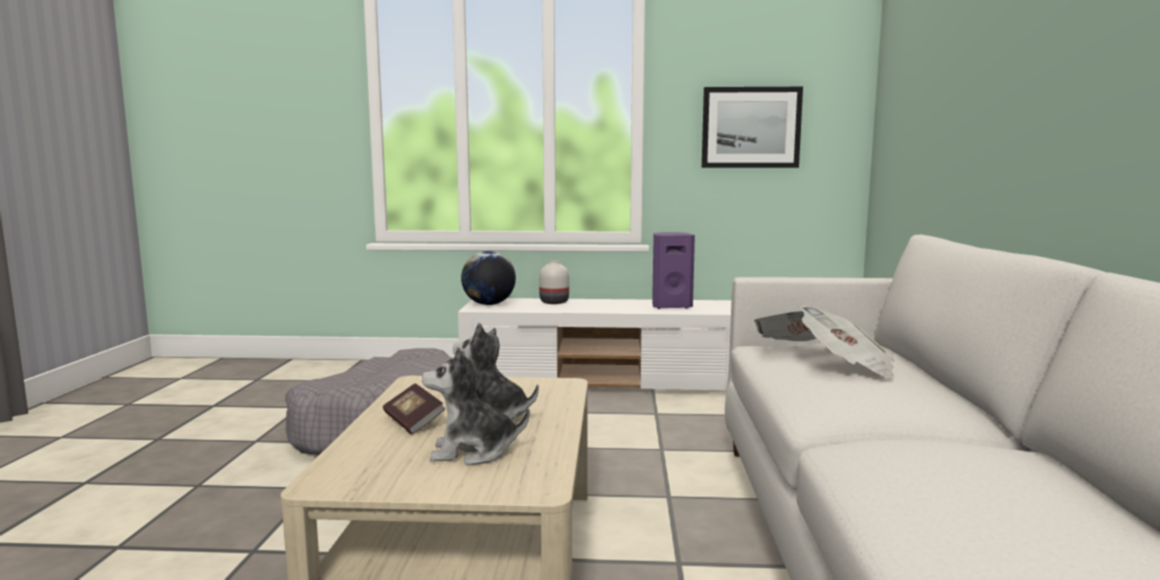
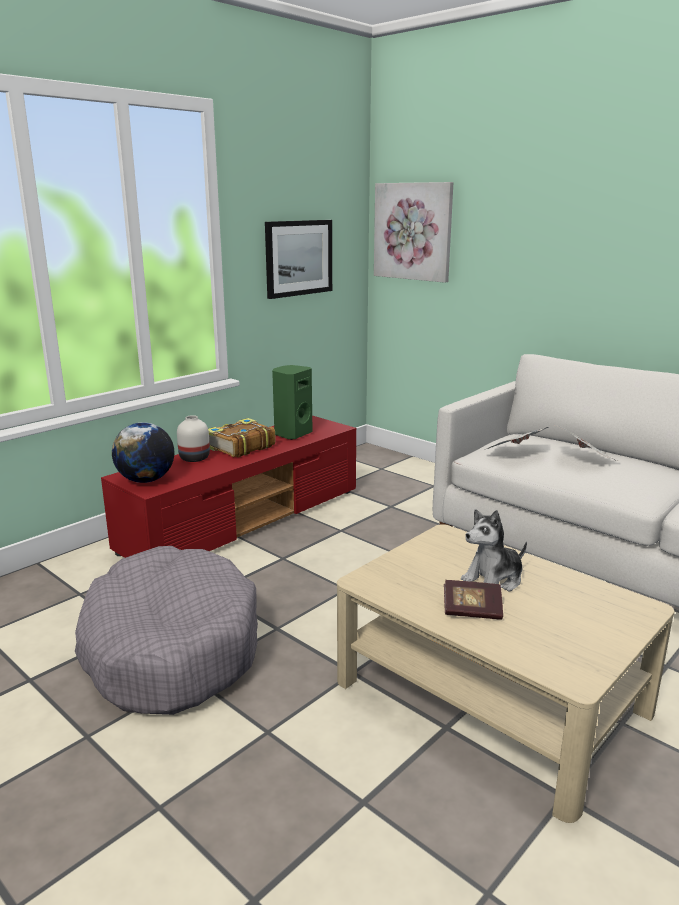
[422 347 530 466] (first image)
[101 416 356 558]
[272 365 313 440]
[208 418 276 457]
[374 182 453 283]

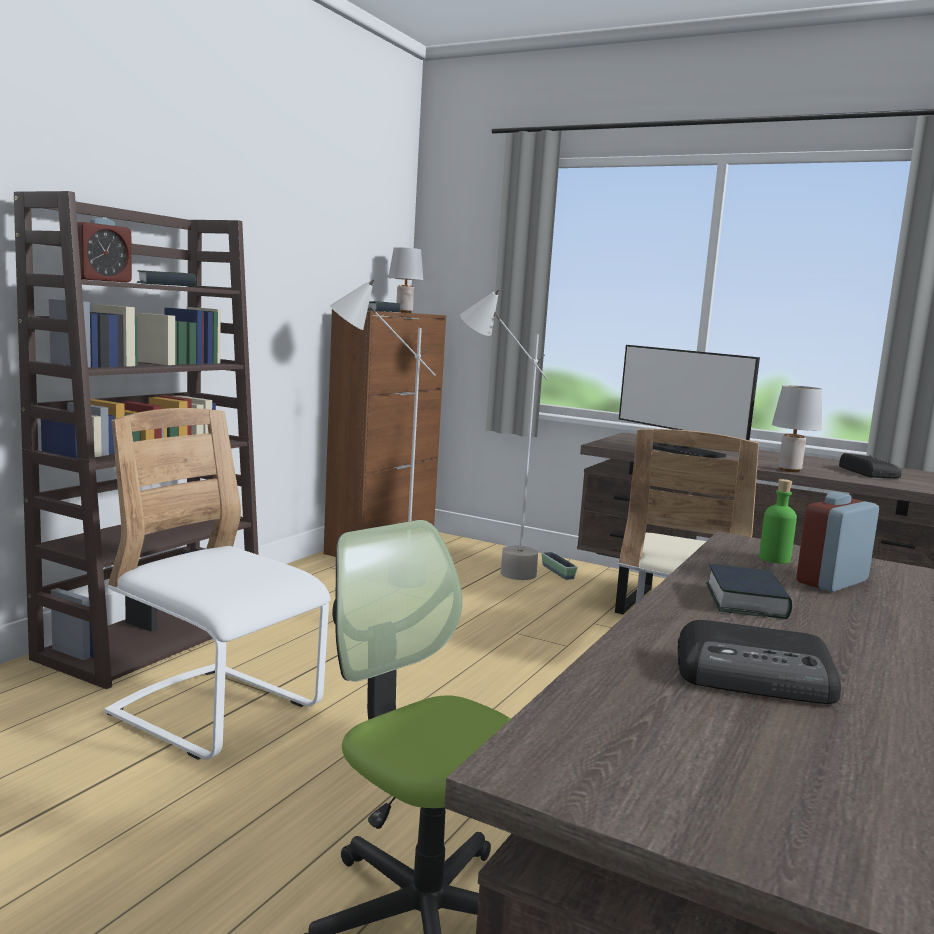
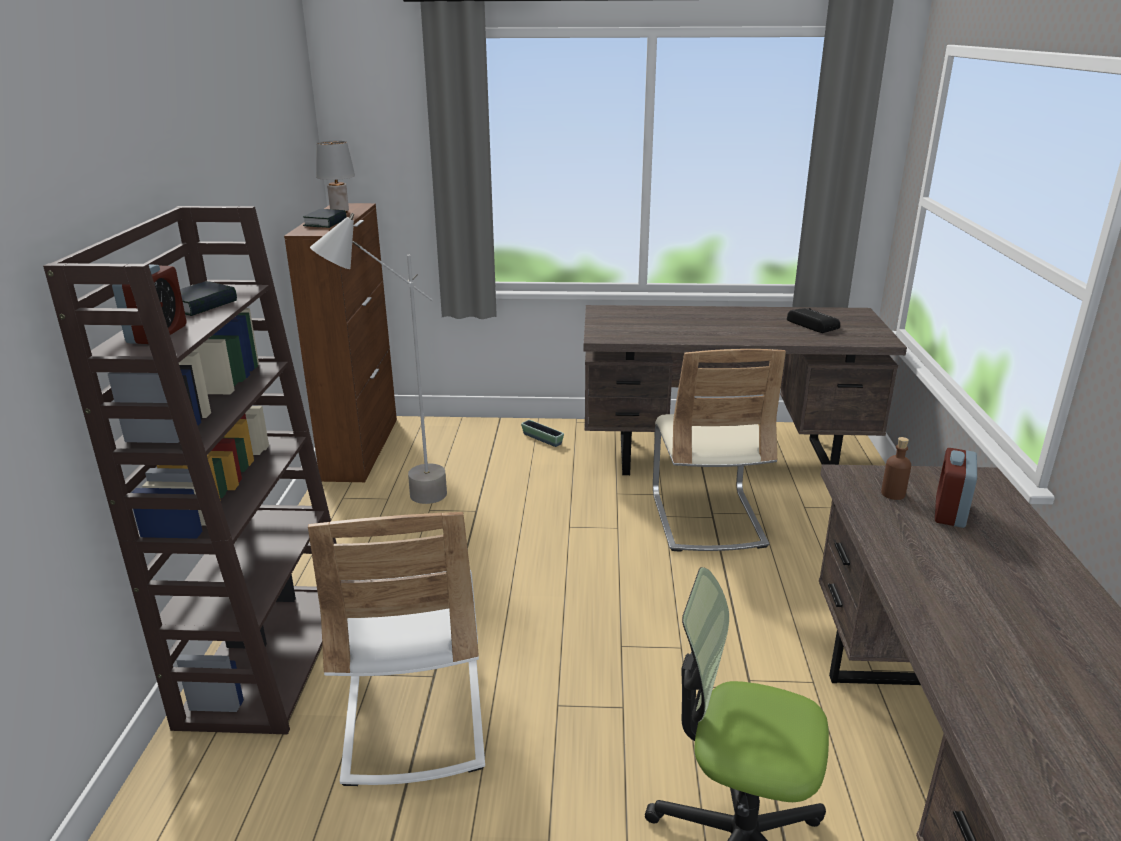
[308 512 485 786]
[460 289 548 580] (first image)
[619 345 760 458] (first image)
[677 620 841 704] (first image)
[706 564 792 619] (first image)
[881 437 911 500]
[772 385 822 472] (first image)

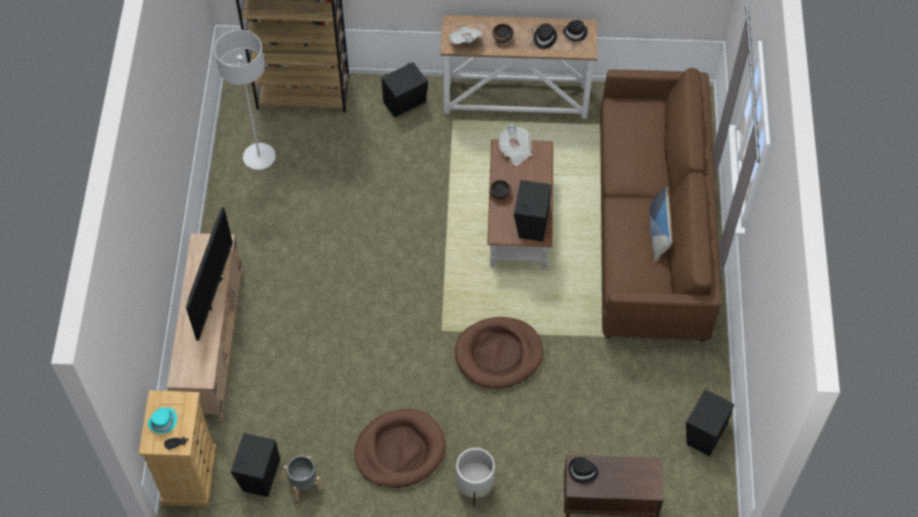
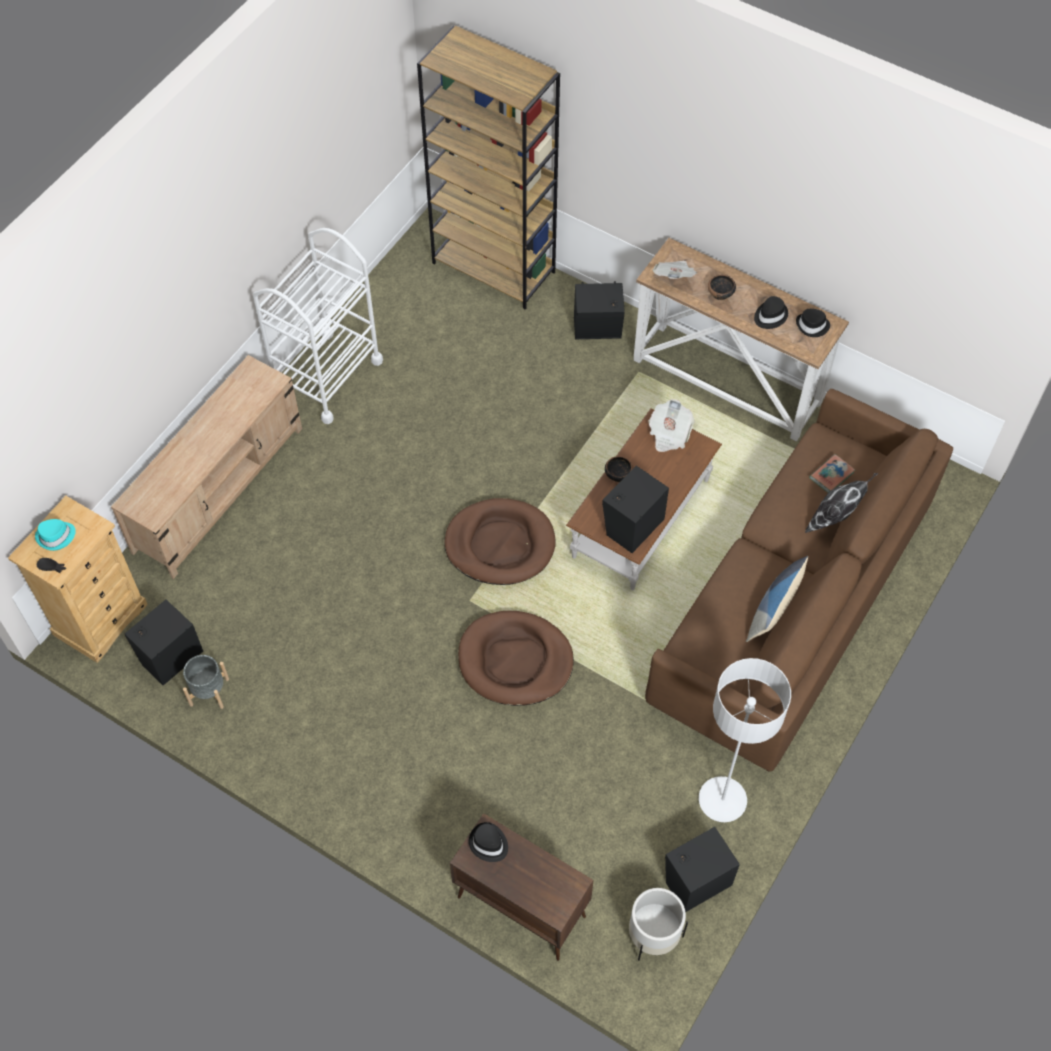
[186 207 233 341] (first image)
[699 658 791 822]
[444 498 555 585]
[629 888 688 960]
[253 228 383 424]
[805 473 878 533]
[809 454 855 493]

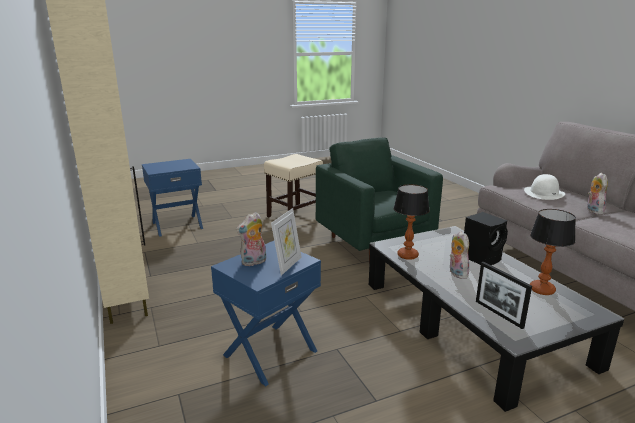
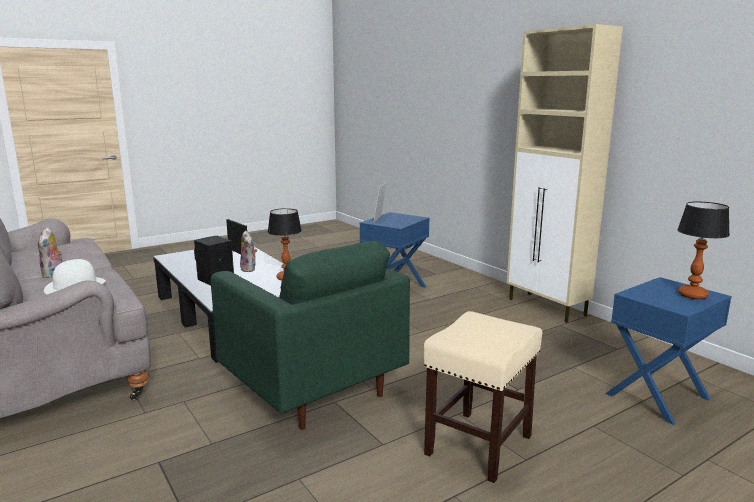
[236 212 266 266] (first image)
[677 202 730 299]

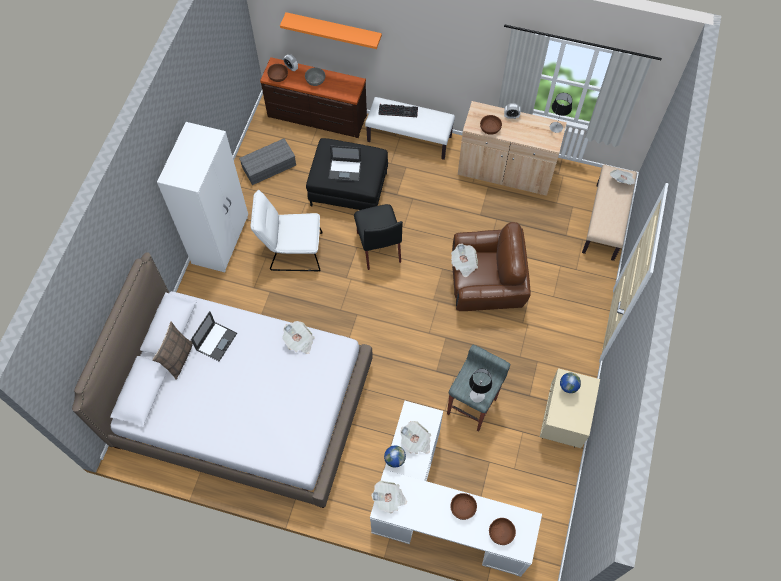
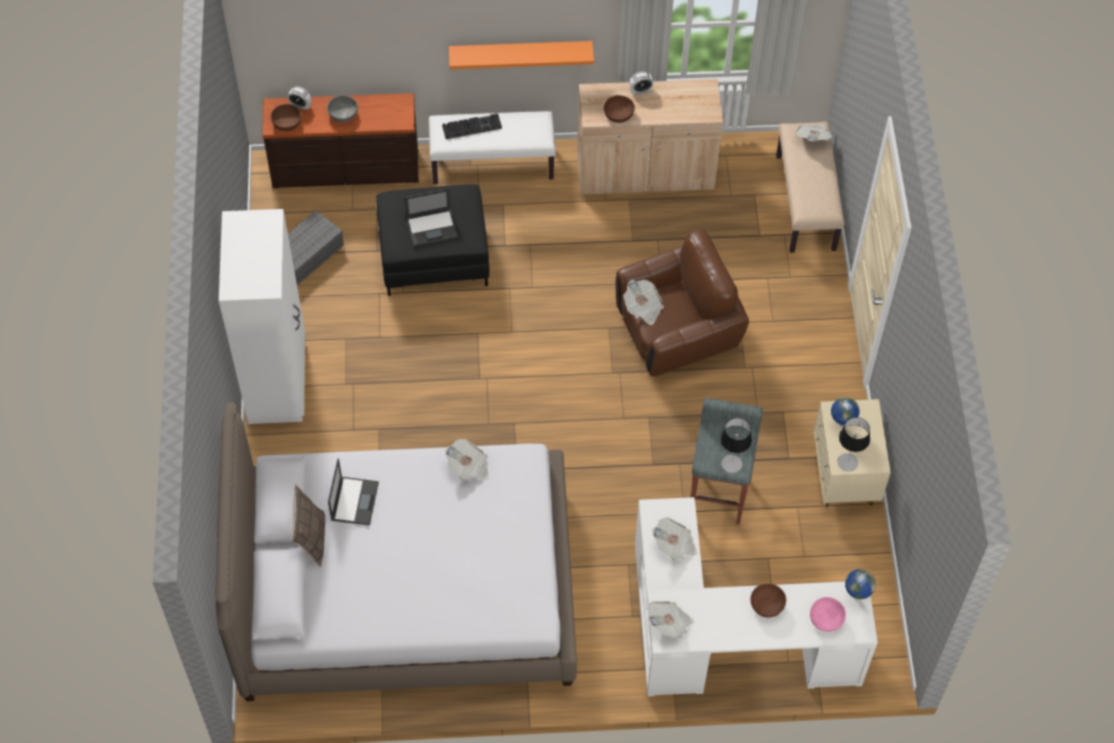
[251 190 323 271] (first image)
[449 41 594 69]
[354 204 403 270] (first image)
[845 569 876 599]
[810 597 846 632]
[837 417 870 472]

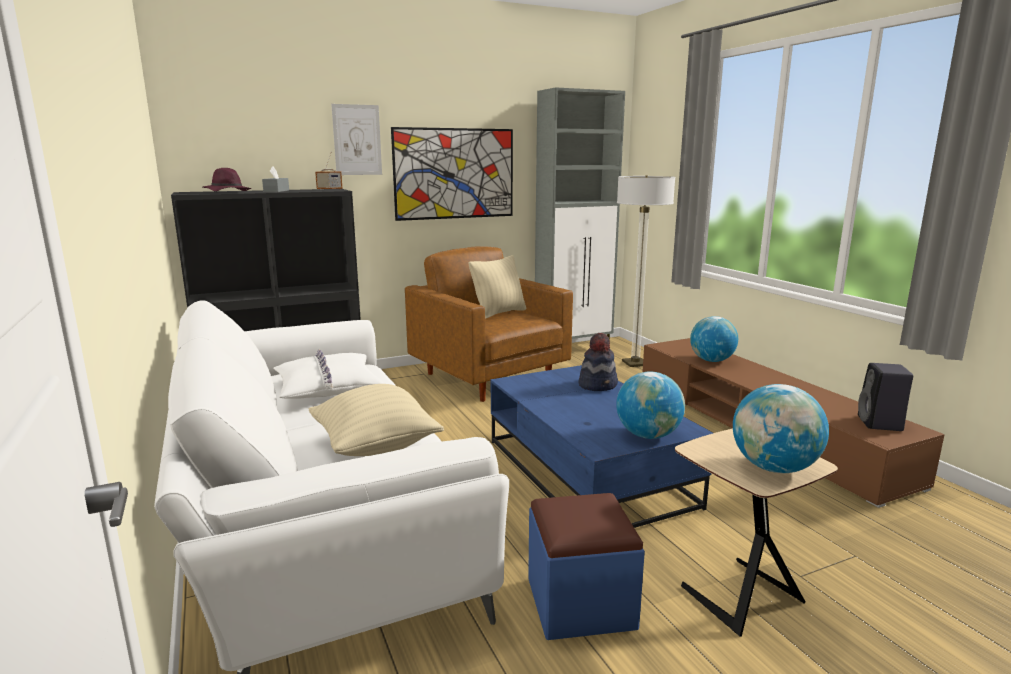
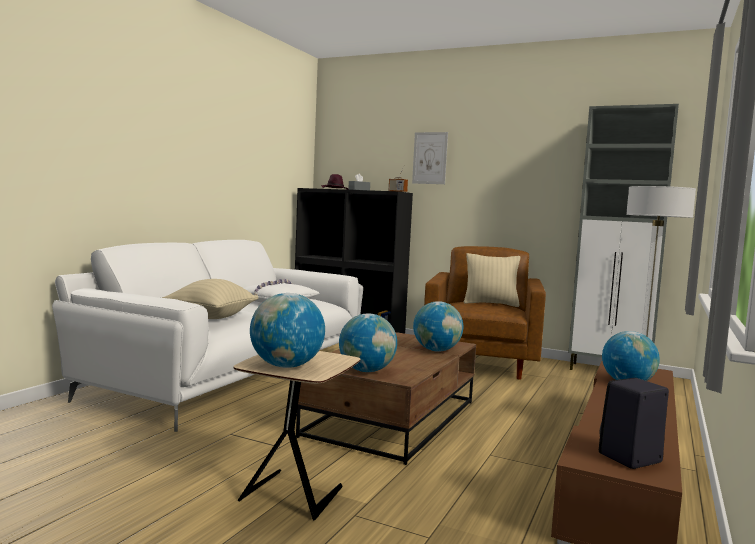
[391 127 513 221] (first image)
[296 332 476 465]
[528 493 645 640] (first image)
[413 301 463 352]

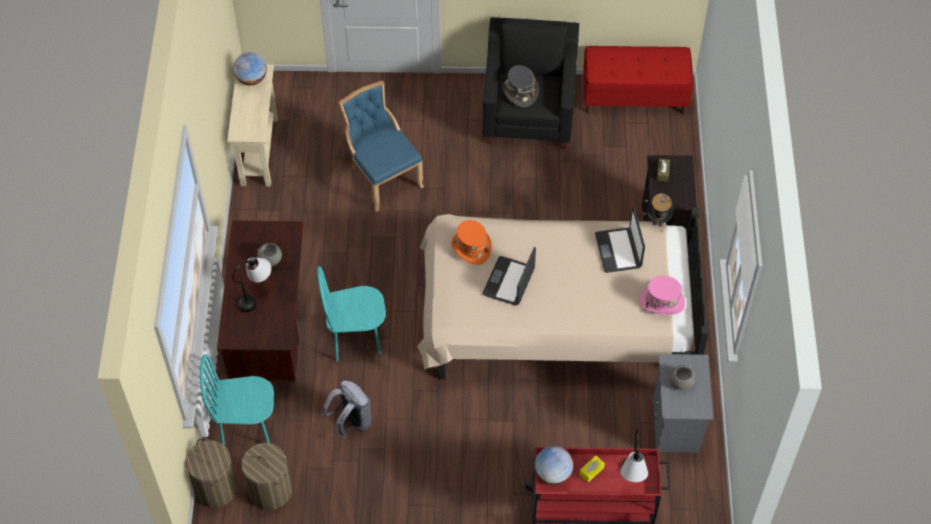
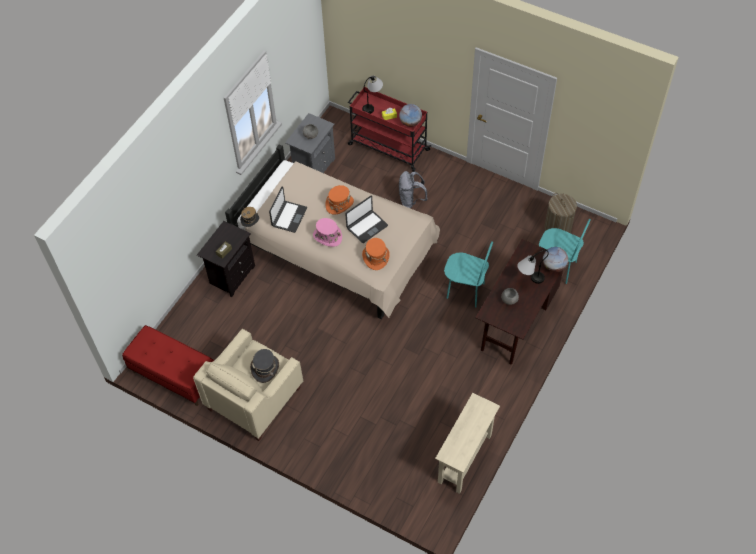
[185 438 238 508] (first image)
[543 247 568 272]
[399 171 427 208]
[339 81 424 212] (first image)
[193 329 303 441]
[313 218 342 247]
[325 185 354 214]

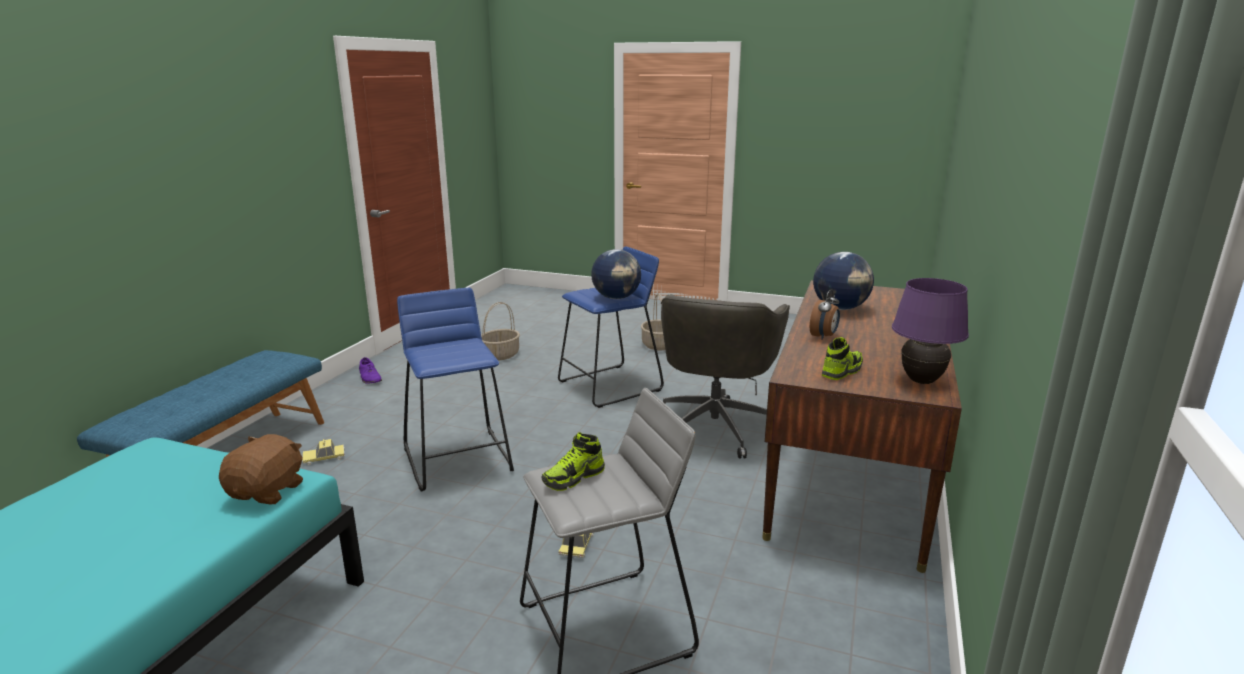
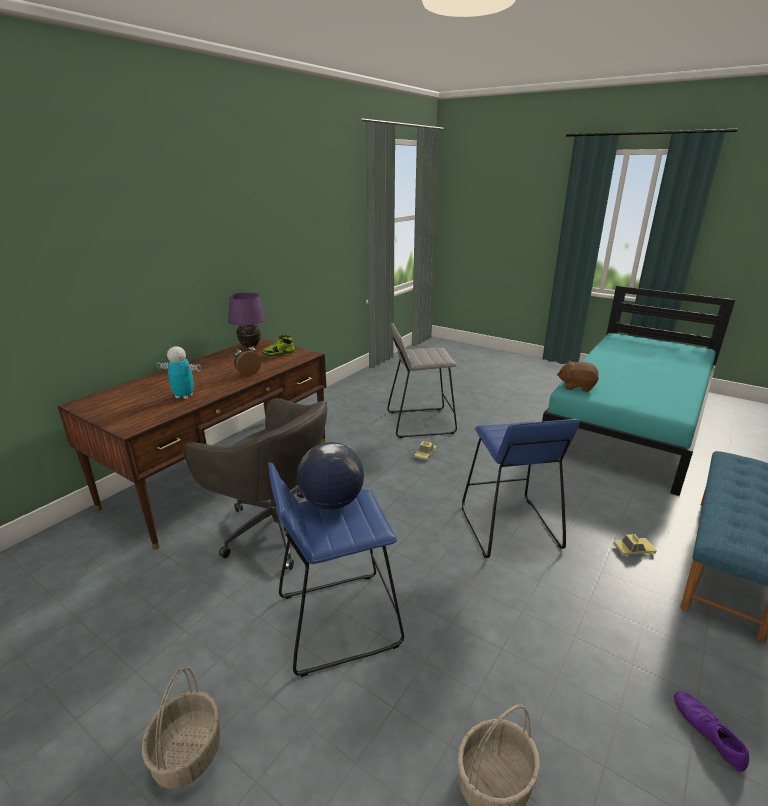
[557 360 599 392]
[542 432 605 491] (first image)
[183 398 327 570]
[156 346 201 399]

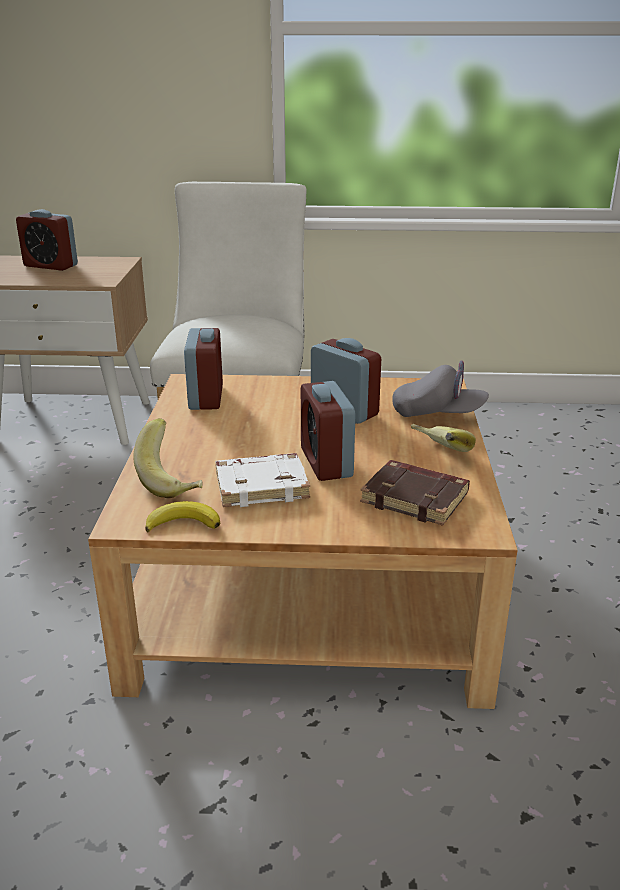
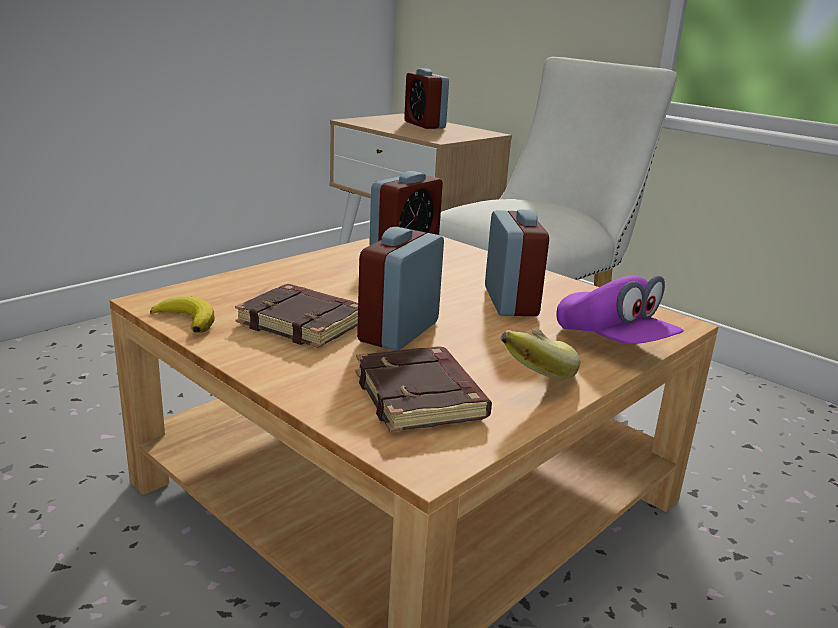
[133 418 203 498] (first image)
[235 284 358 348]
[556 276 684 344]

